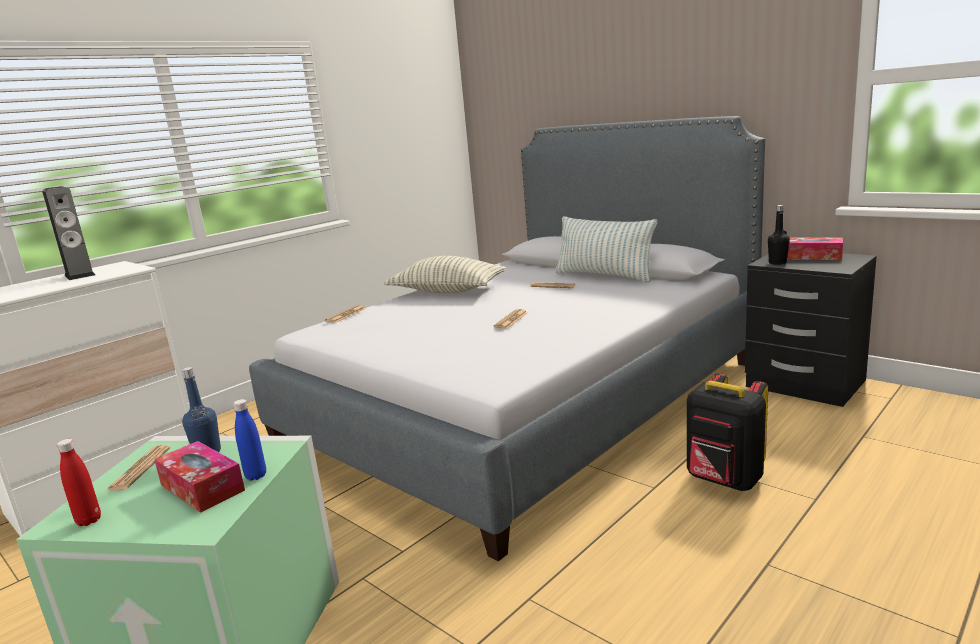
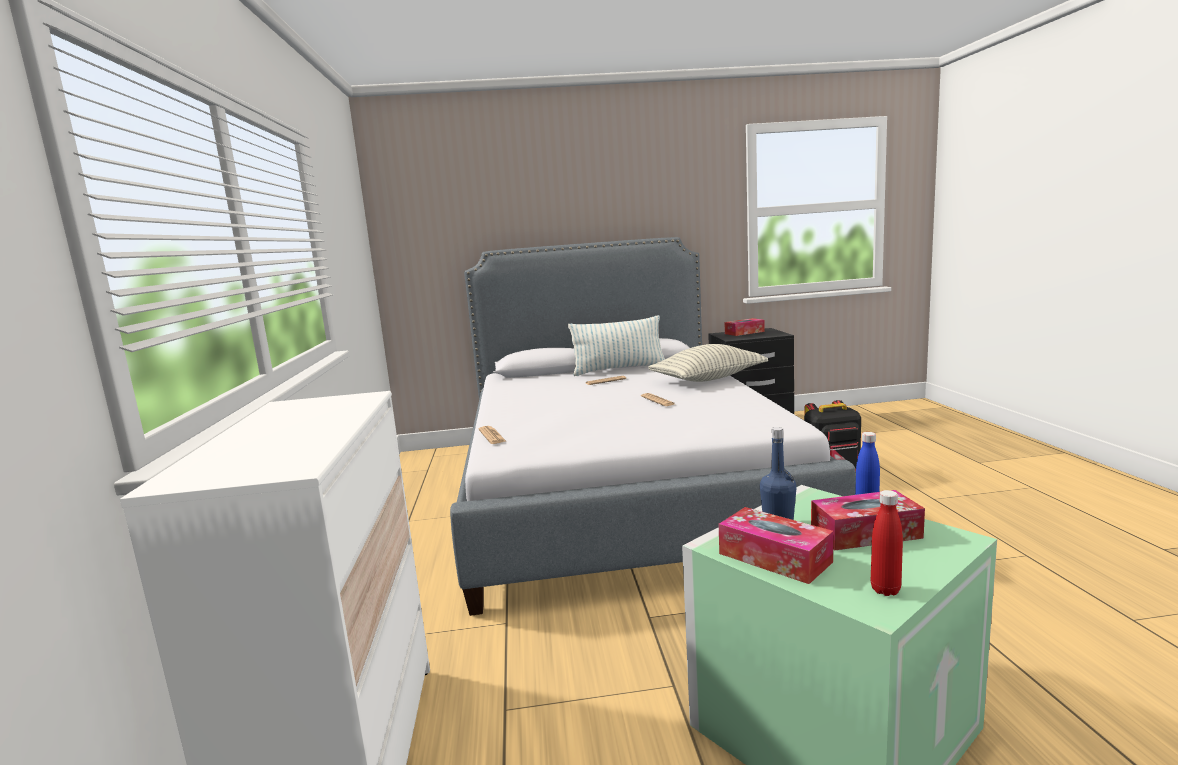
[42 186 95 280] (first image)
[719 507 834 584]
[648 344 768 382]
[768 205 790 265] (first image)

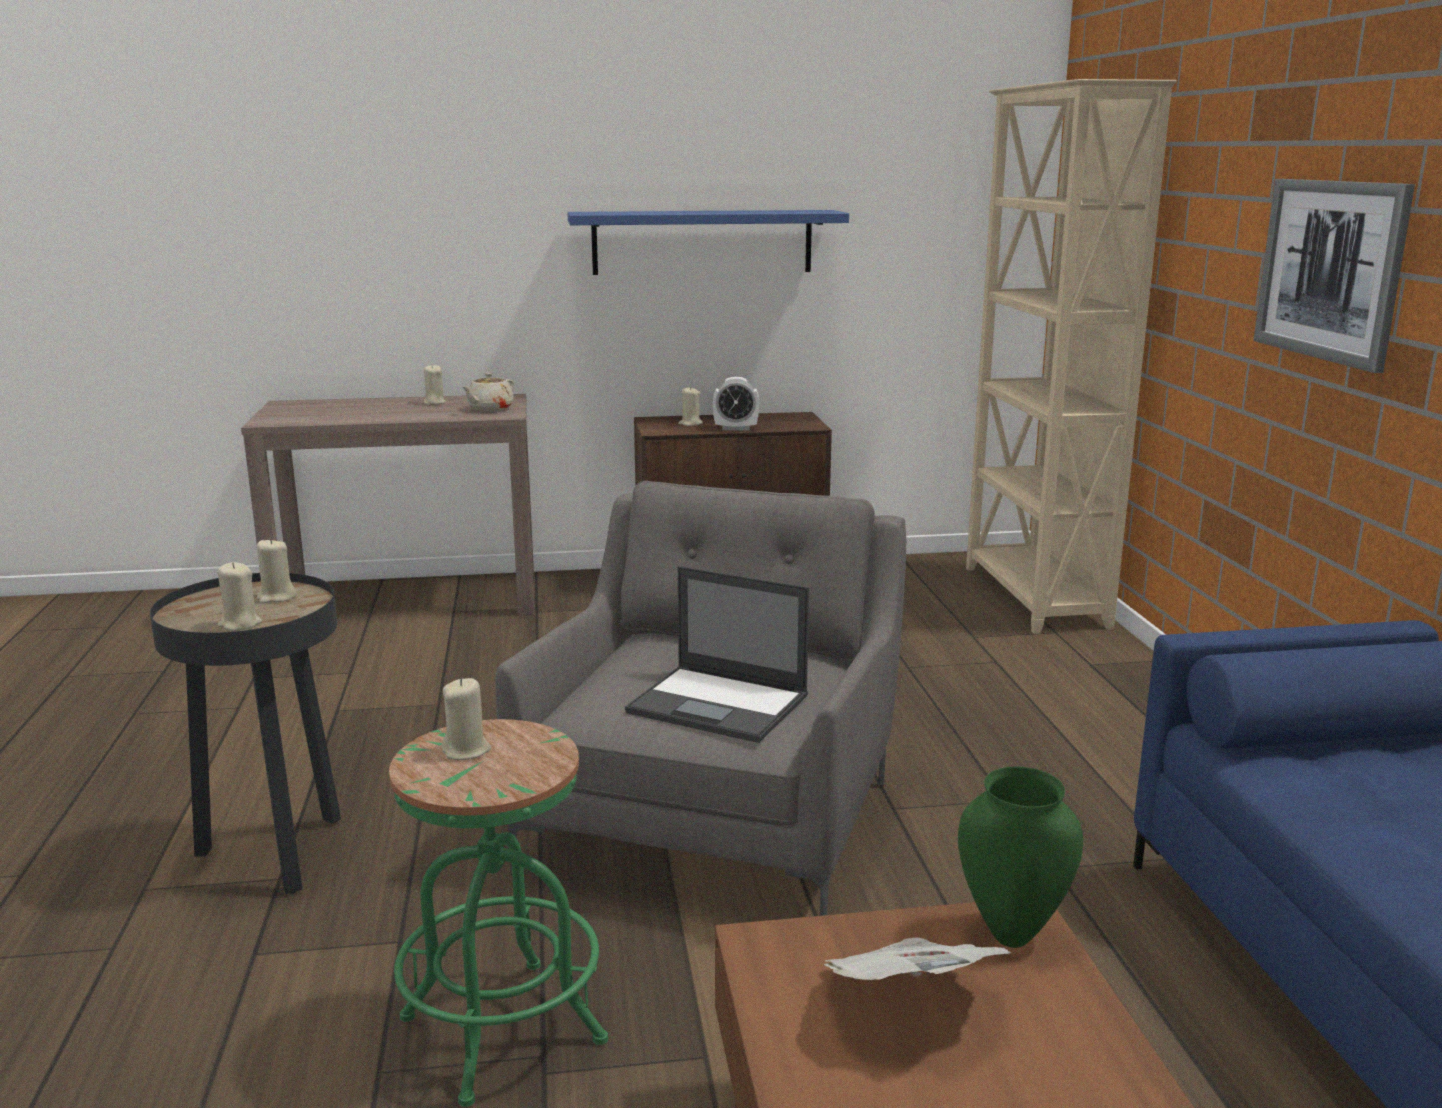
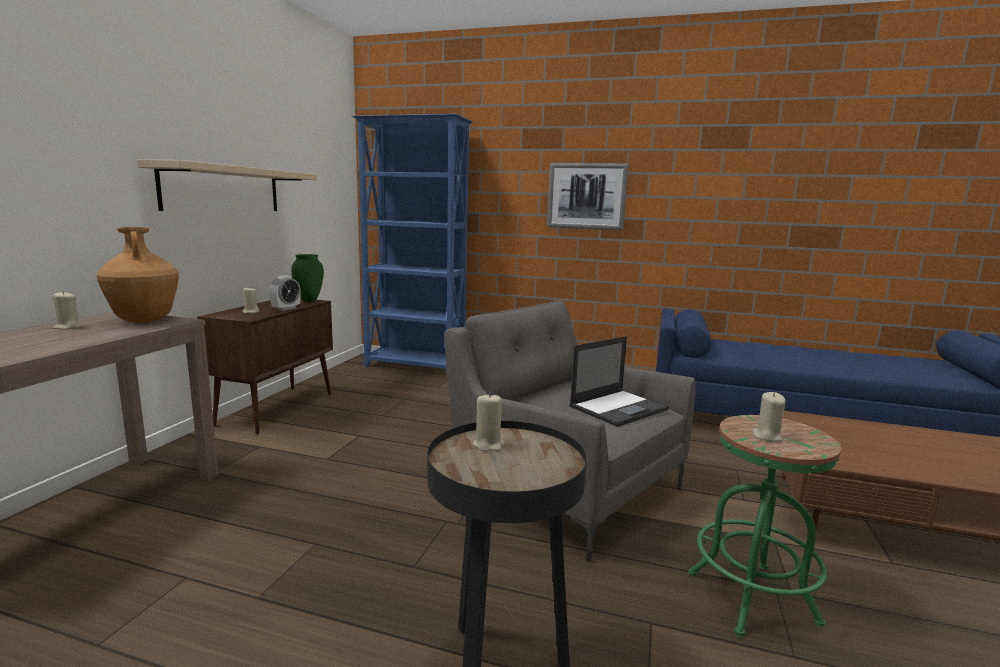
[217 562 262 631] (first image)
[96 227 179 323]
[137 160 317 211]
[825 937 1011 980] (first image)
[291 254 324 302]
[353 114 473 372]

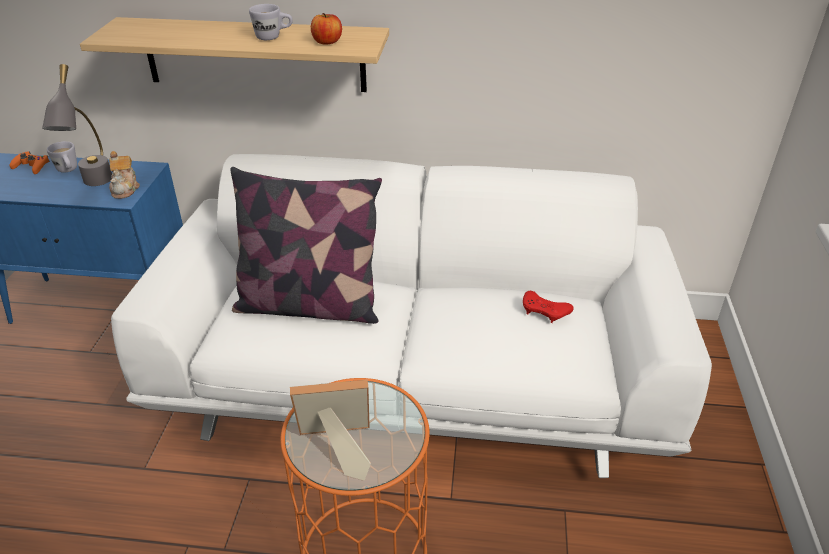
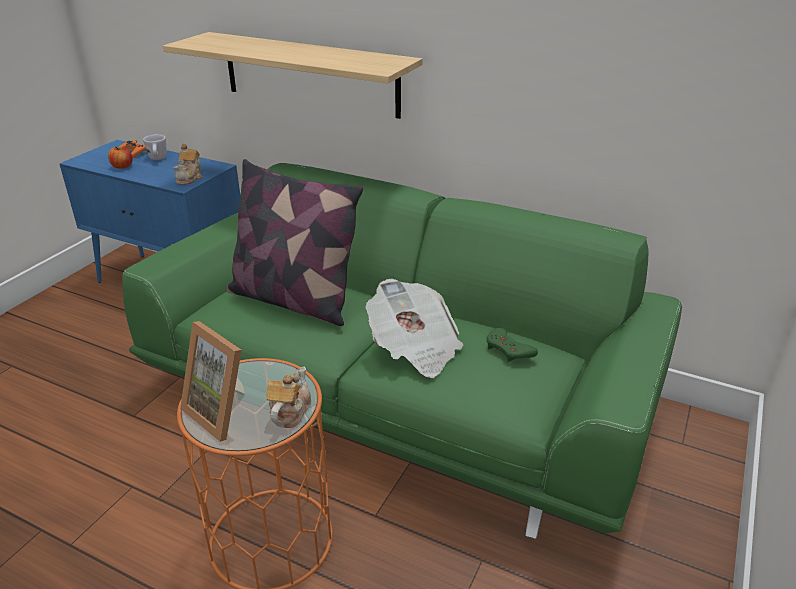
[42 64 112 186] (first image)
[123 163 682 539]
[249 4 293 40] (first image)
[180 321 245 442]
[108 146 133 169]
[486 328 538 362]
[266 366 311 428]
[365 279 463 378]

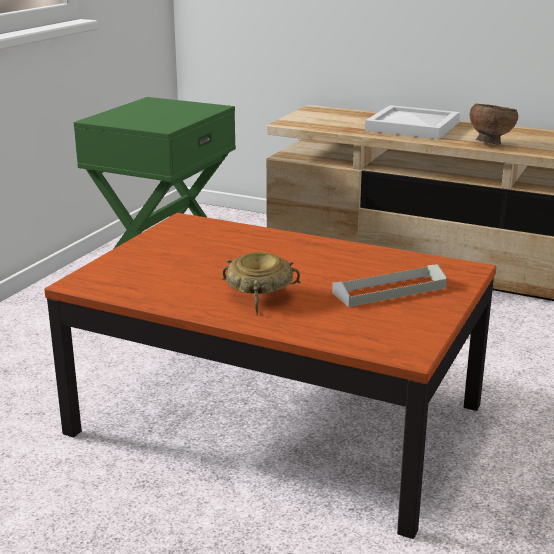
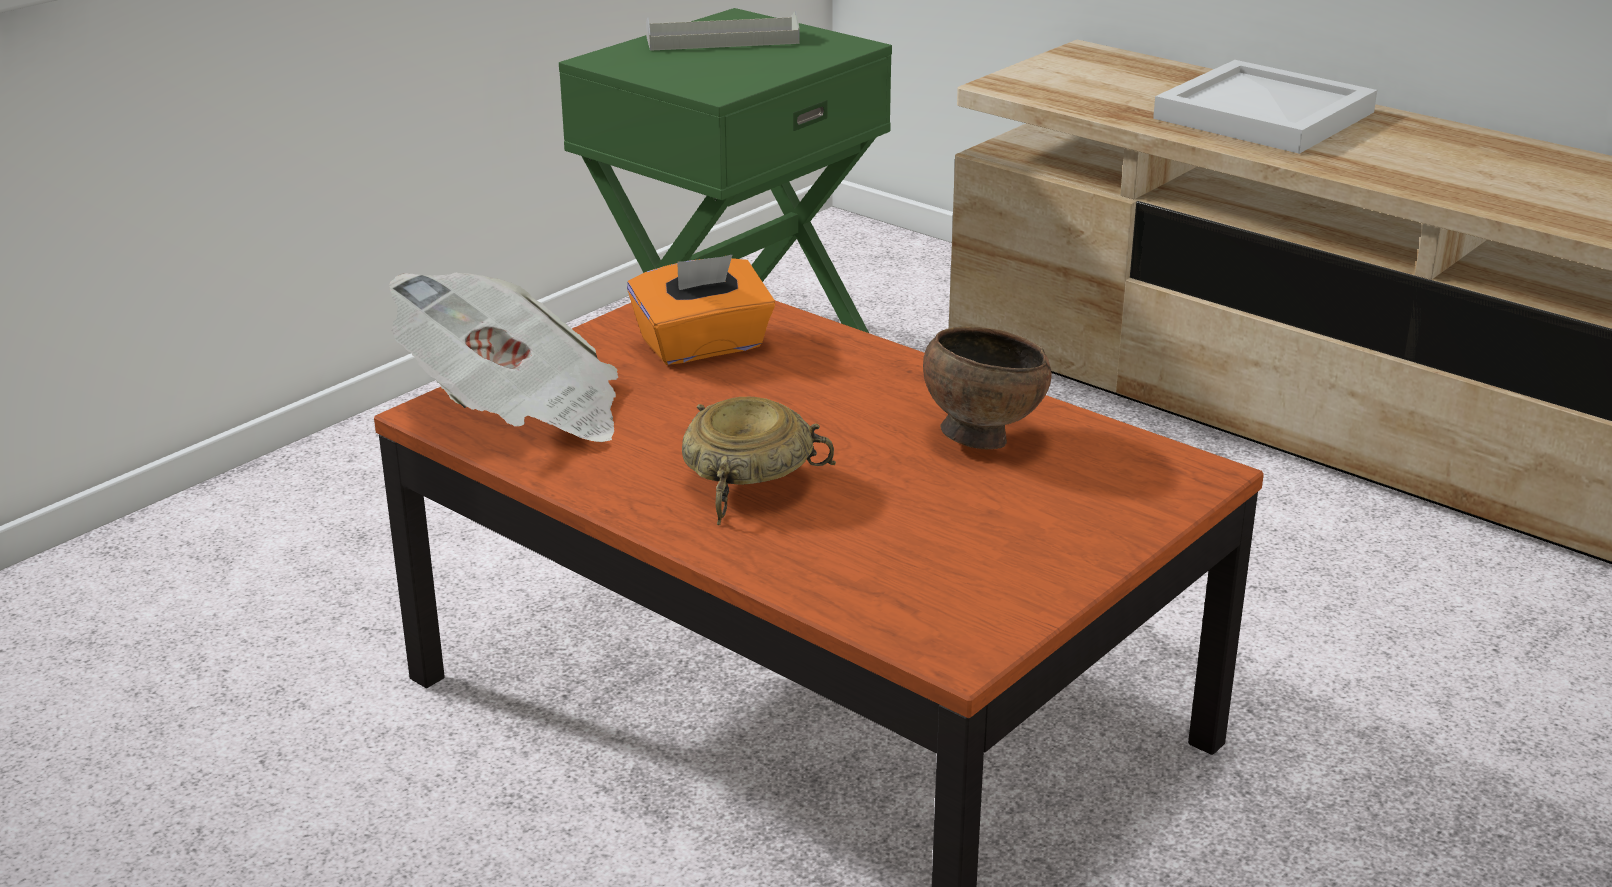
[646 11 800 51]
[923 326 1052 449]
[389 273 618 442]
[627 255 775 365]

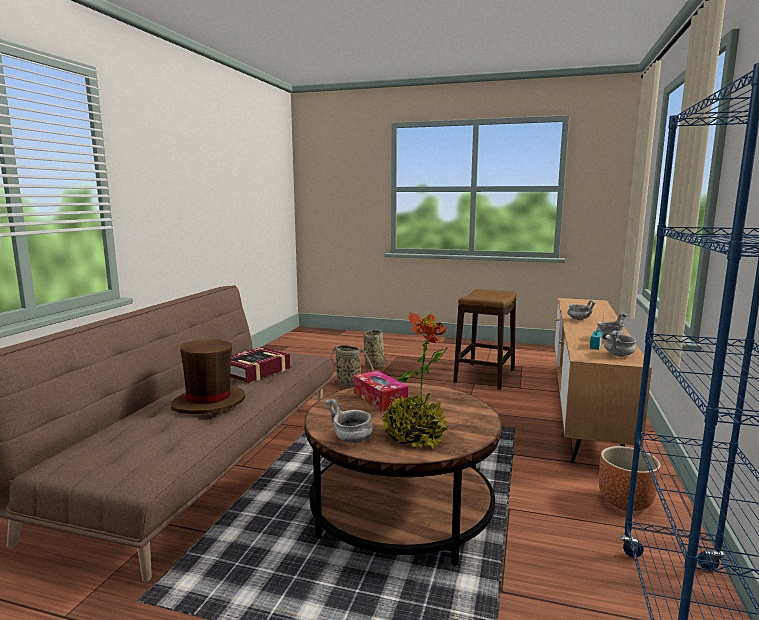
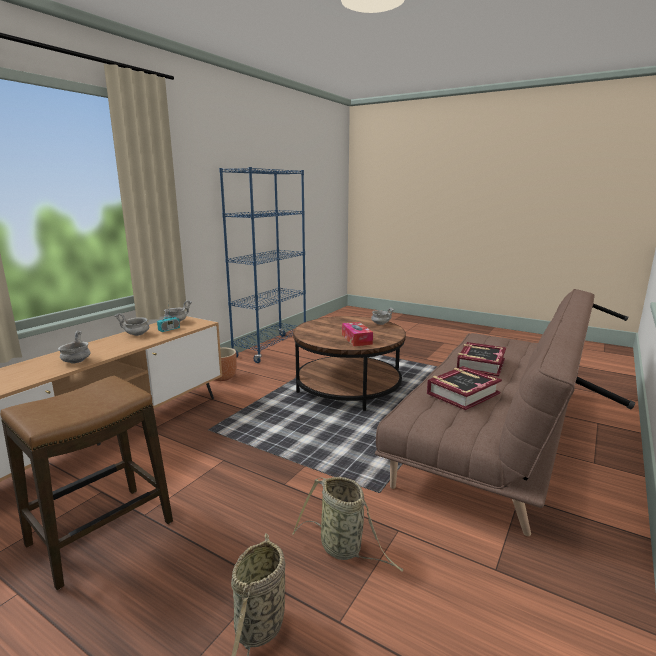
[457 342 506 377]
[381 312 448 450] (first image)

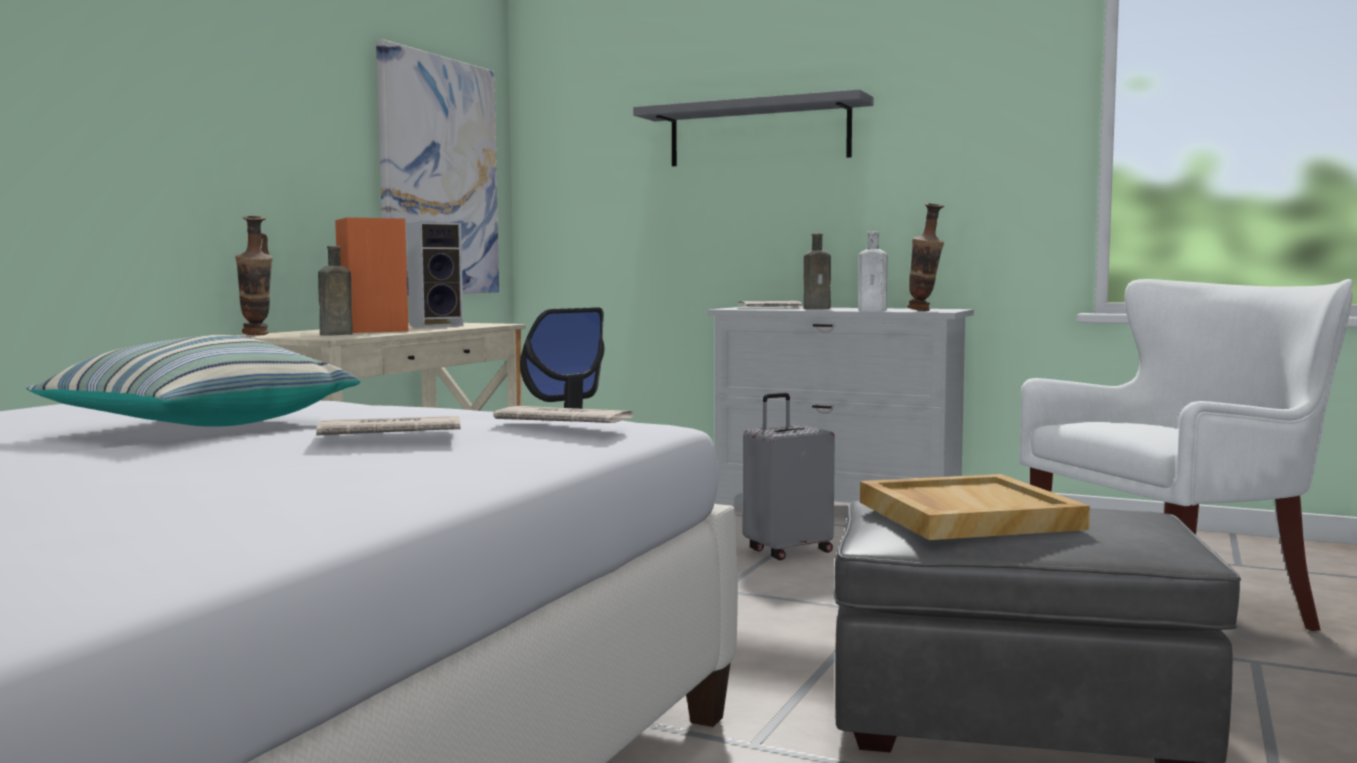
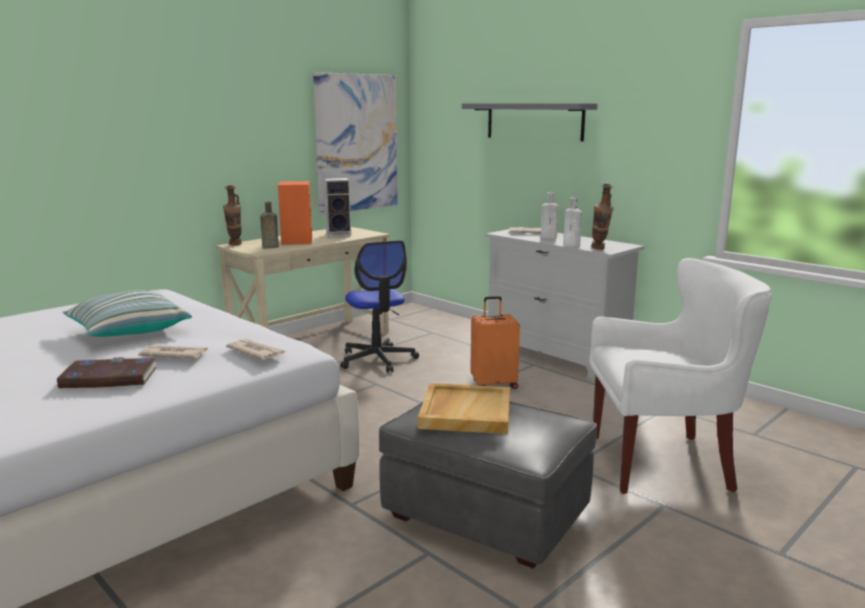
[470 296 520 389]
[541 192 558 239]
[56 357 157 388]

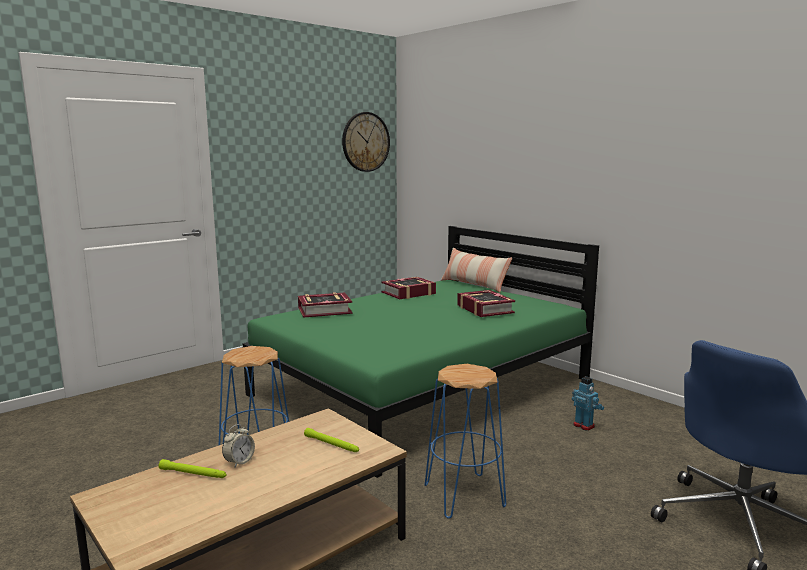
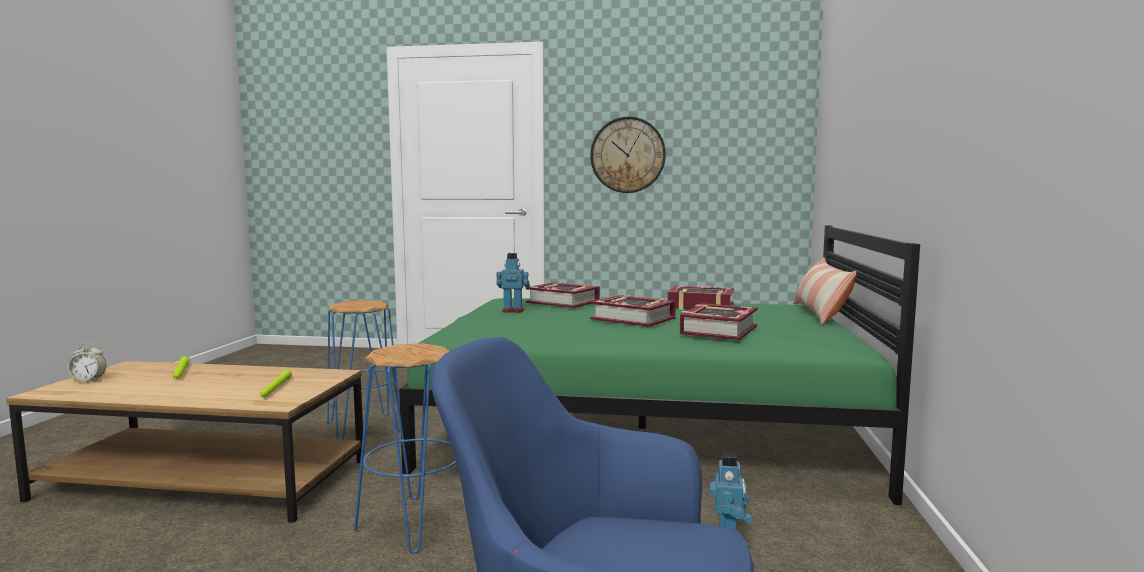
[67 343 106 382]
[590 117 666 193]
[496 253 530 313]
[590 295 676 327]

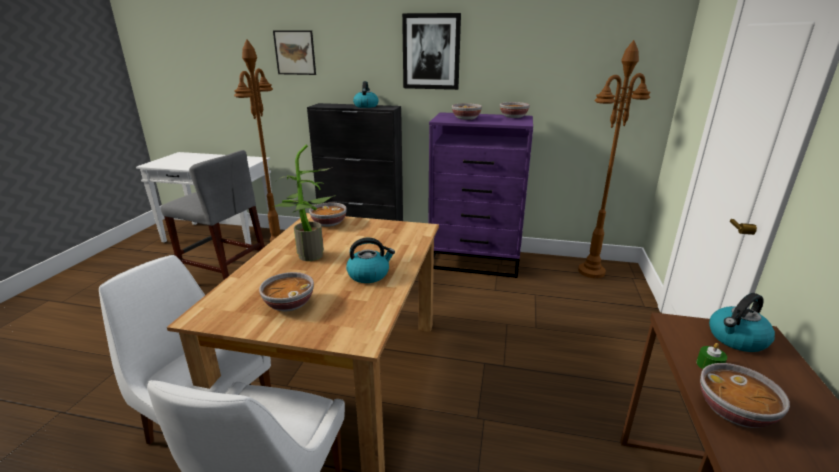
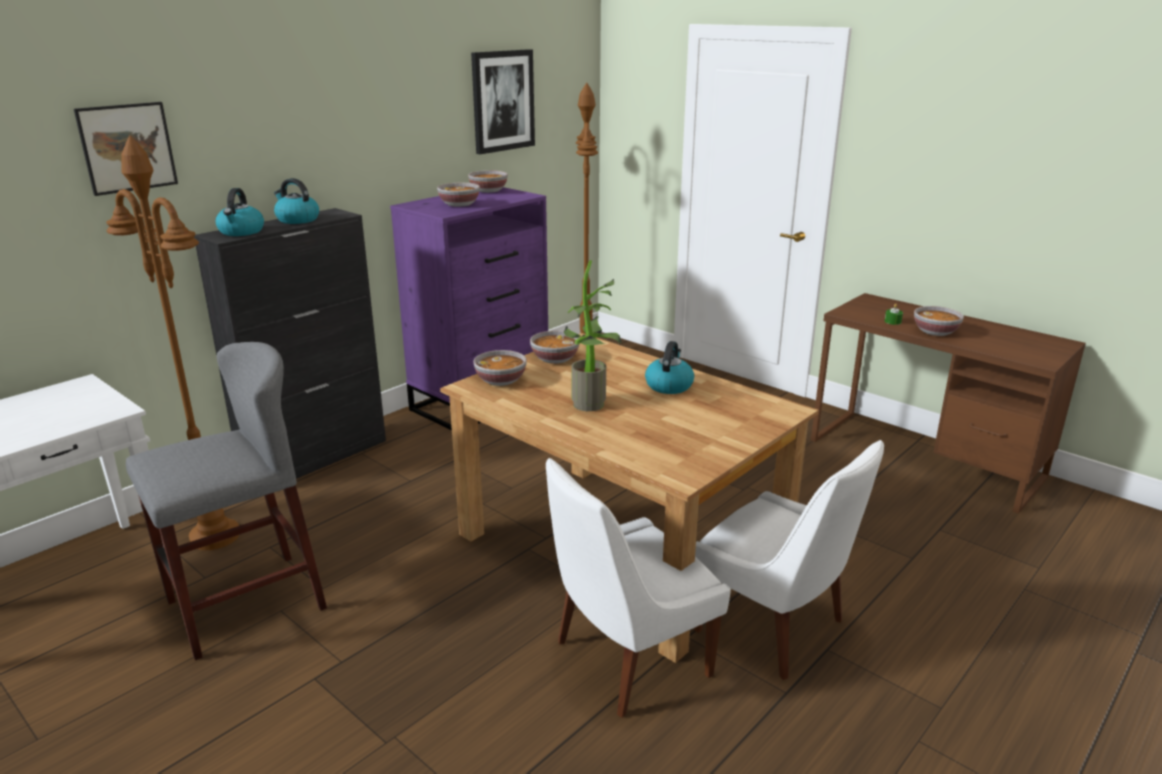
[530 331 580 364]
[471 49 535 154]
[216 188 264 236]

